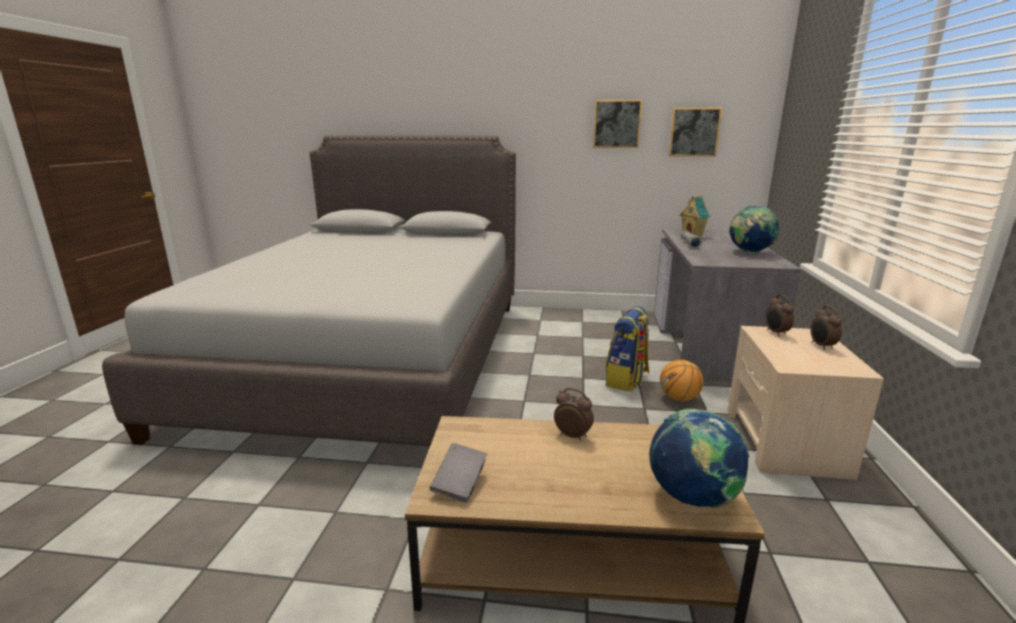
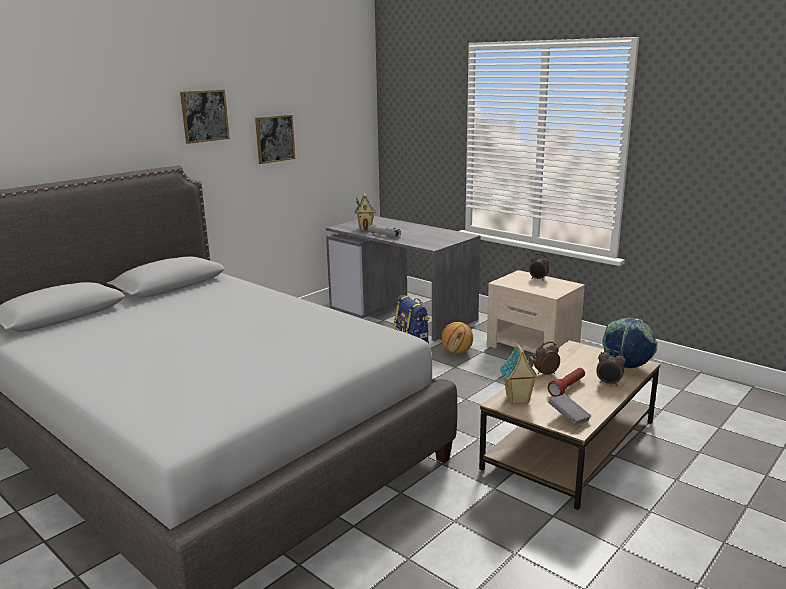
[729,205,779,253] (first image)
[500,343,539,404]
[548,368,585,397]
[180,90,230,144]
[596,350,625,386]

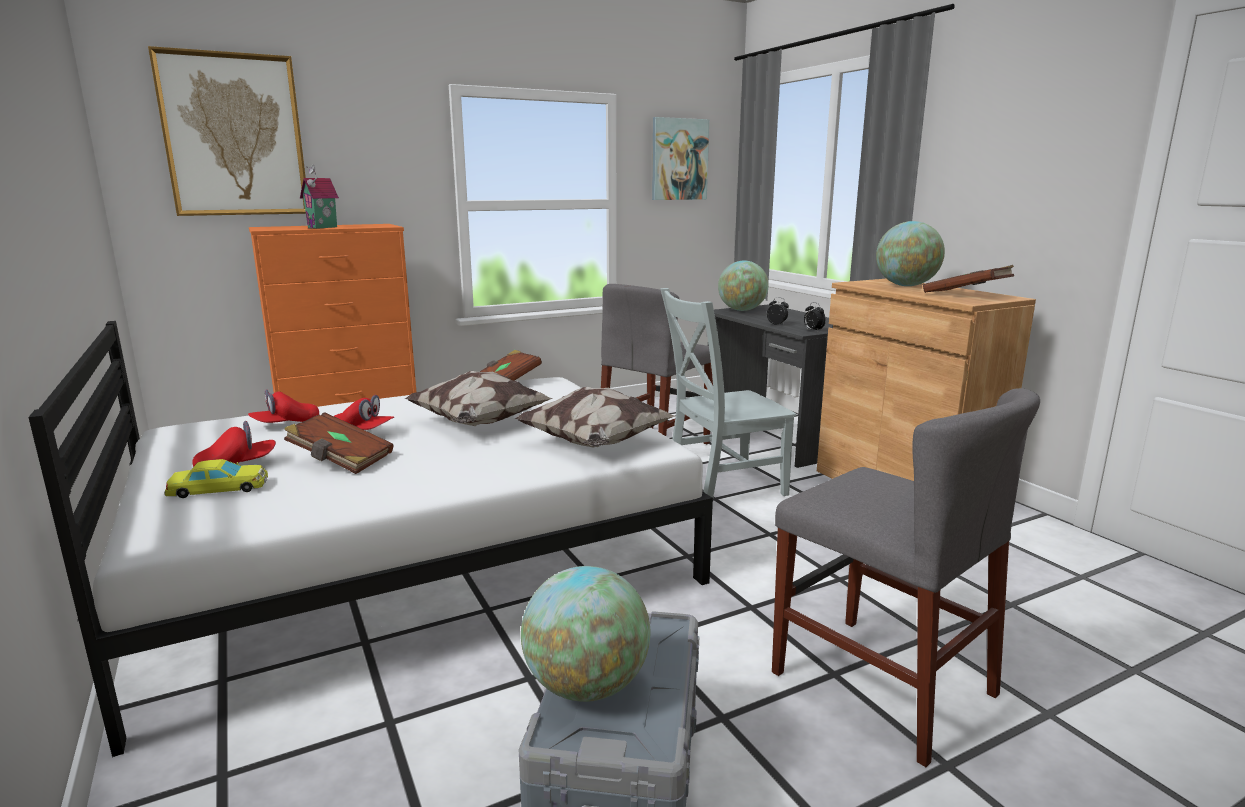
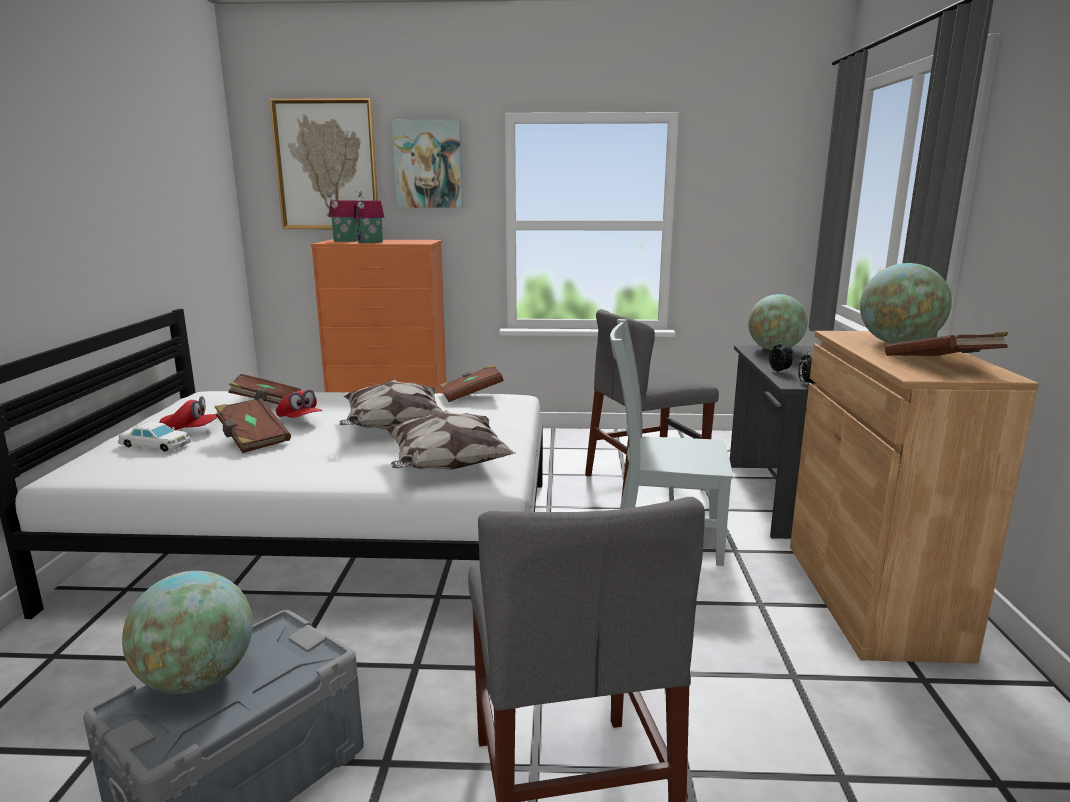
[327,190,358,242]
[392,120,463,208]
[228,374,301,405]
[118,422,191,452]

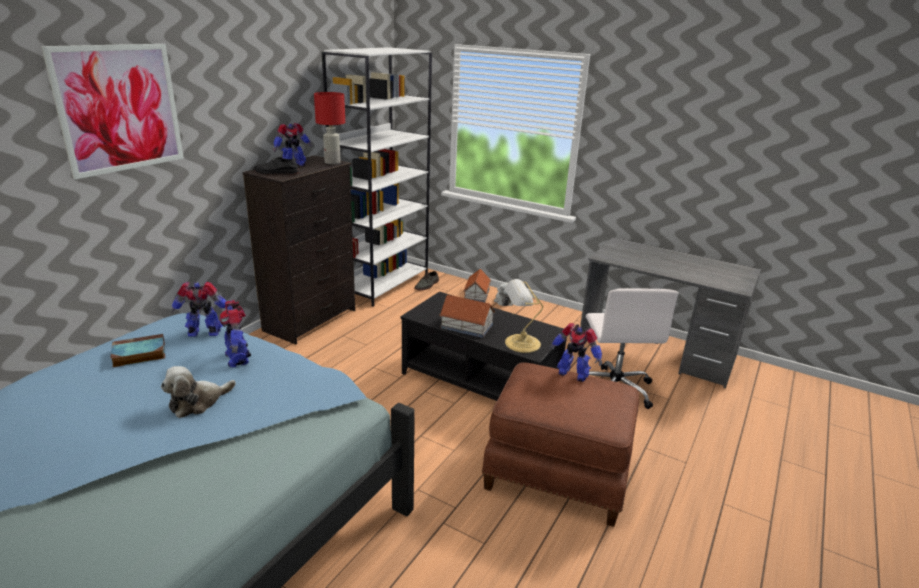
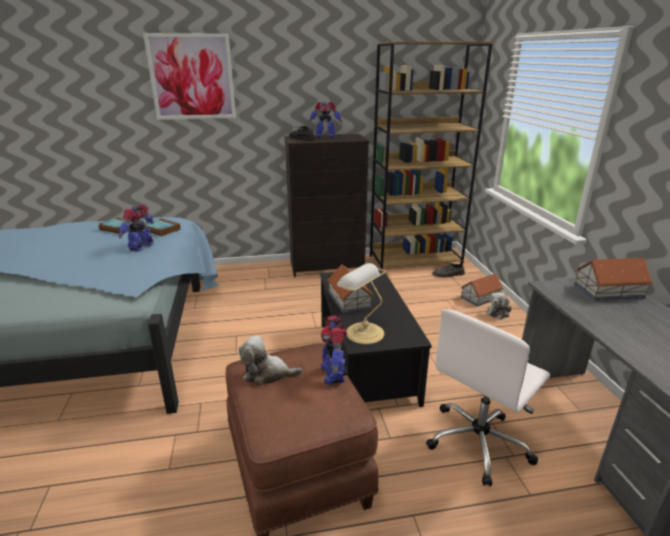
[314,92,345,164] (first image)
[574,258,653,301]
[239,336,303,386]
[144,218,180,236]
[370,41,492,269]

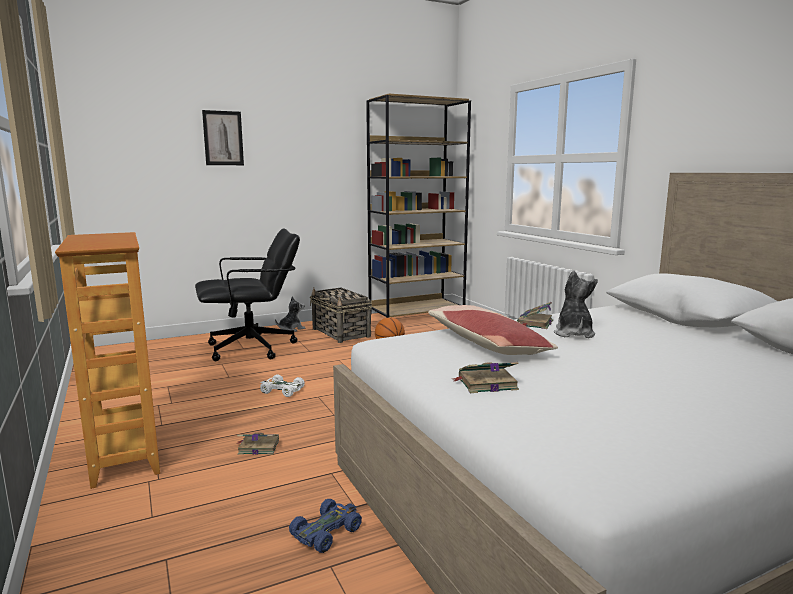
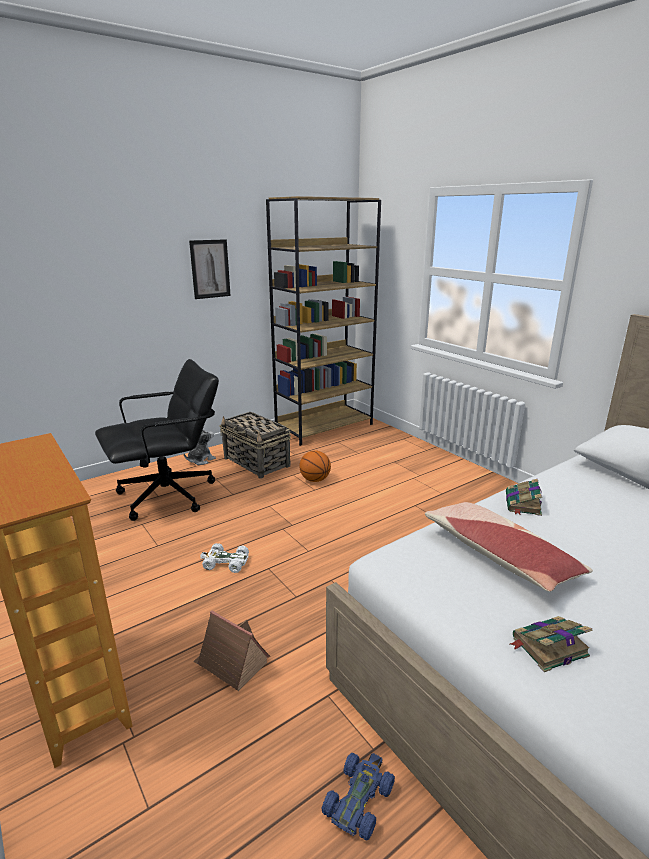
[554,270,598,338] (first image)
[189,239,231,299]
[193,610,270,691]

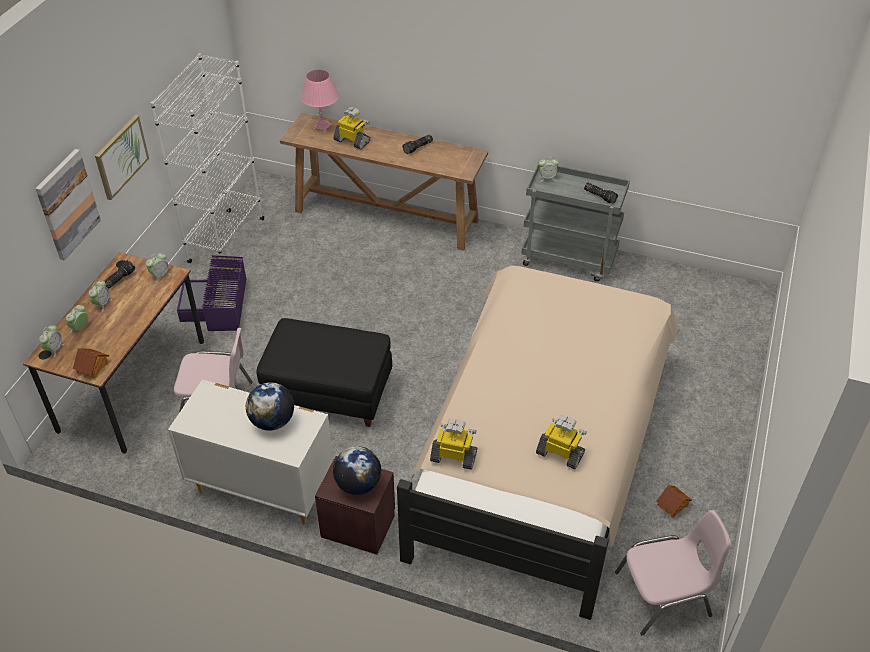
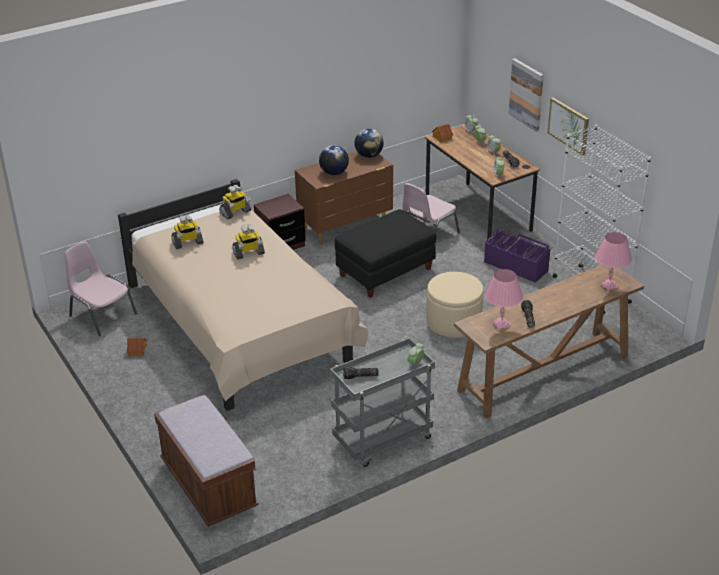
[154,395,259,526]
[426,272,484,338]
[484,269,523,331]
[232,224,265,260]
[354,128,384,158]
[295,151,393,245]
[64,242,137,336]

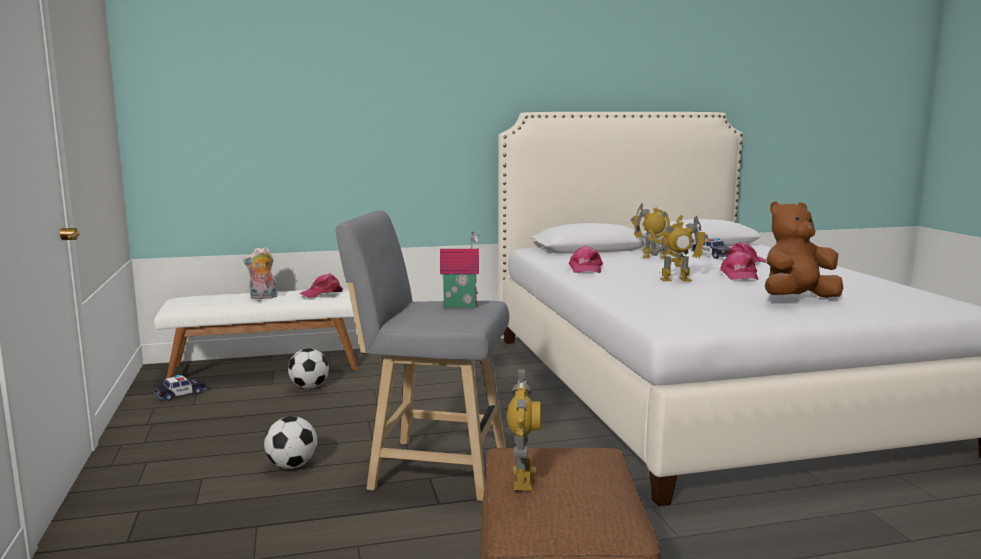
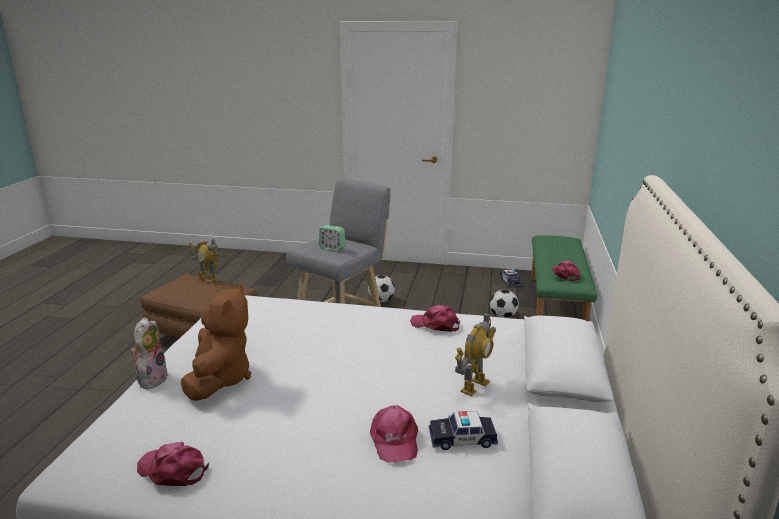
[648,216,708,281] (first image)
[131,317,169,390]
[137,442,209,486]
[319,225,345,251]
[531,235,597,321]

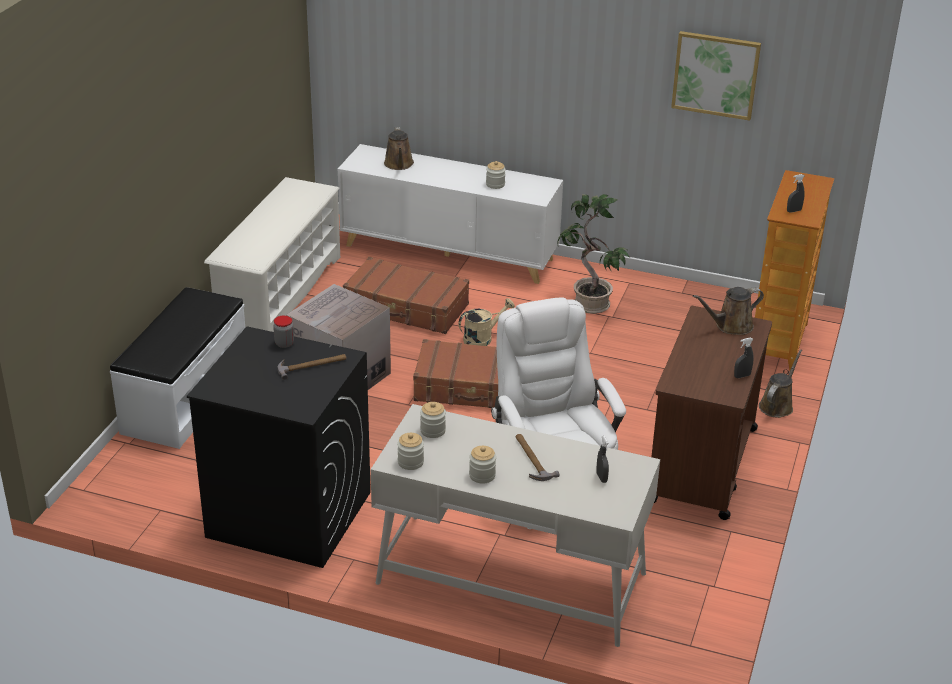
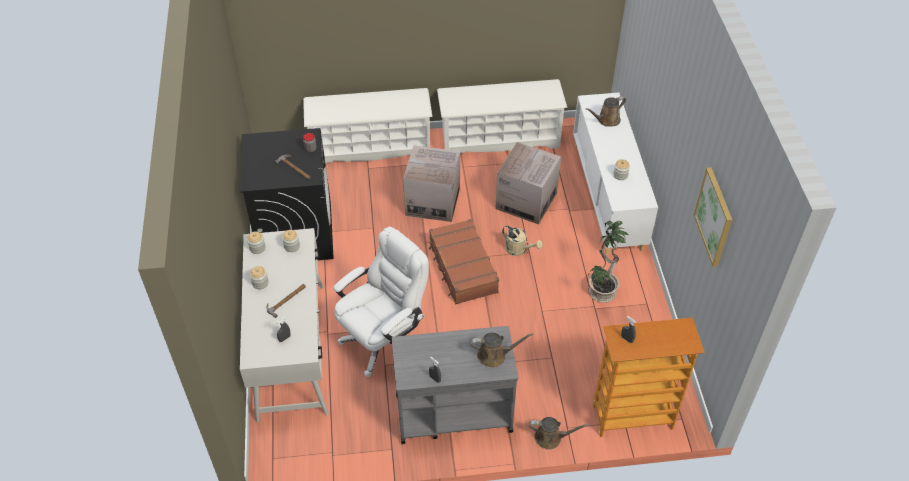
[303,88,432,164]
[495,142,561,224]
[391,326,518,444]
[471,333,534,368]

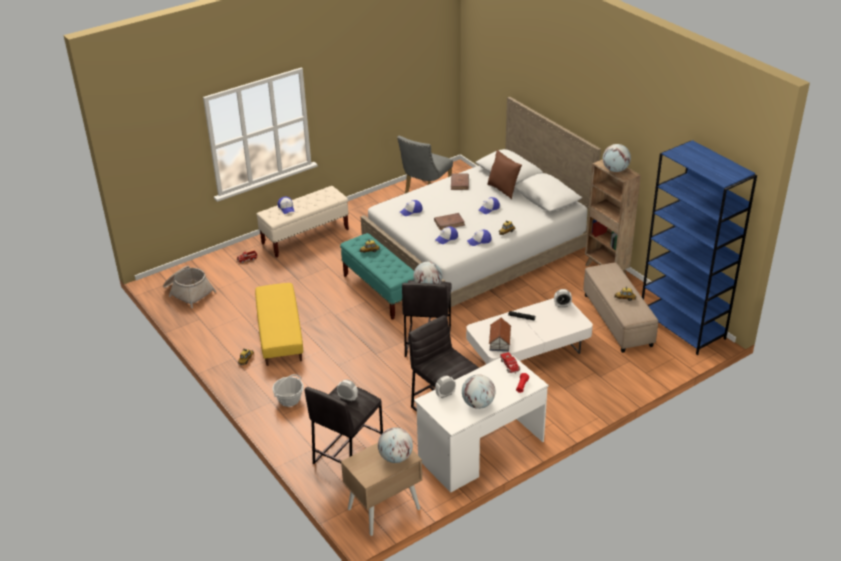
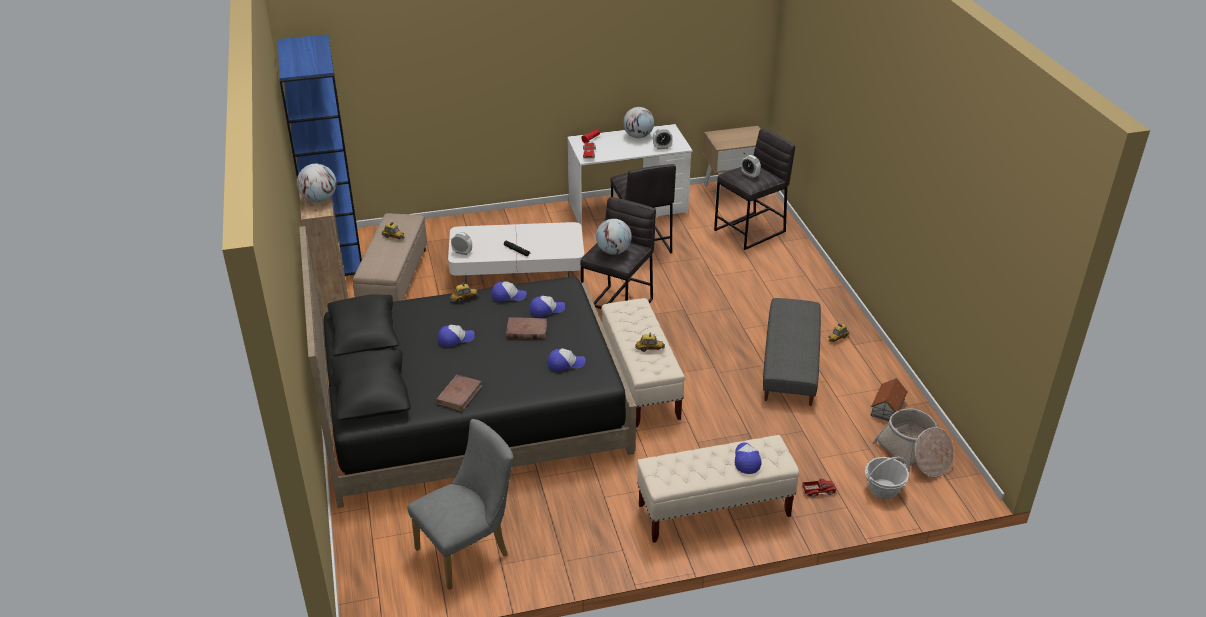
[378,427,413,463] (first image)
[487,150,522,199] (first image)
[865,457,909,499]
[871,378,908,421]
[763,298,821,406]
[601,298,685,427]
[299,226,636,508]

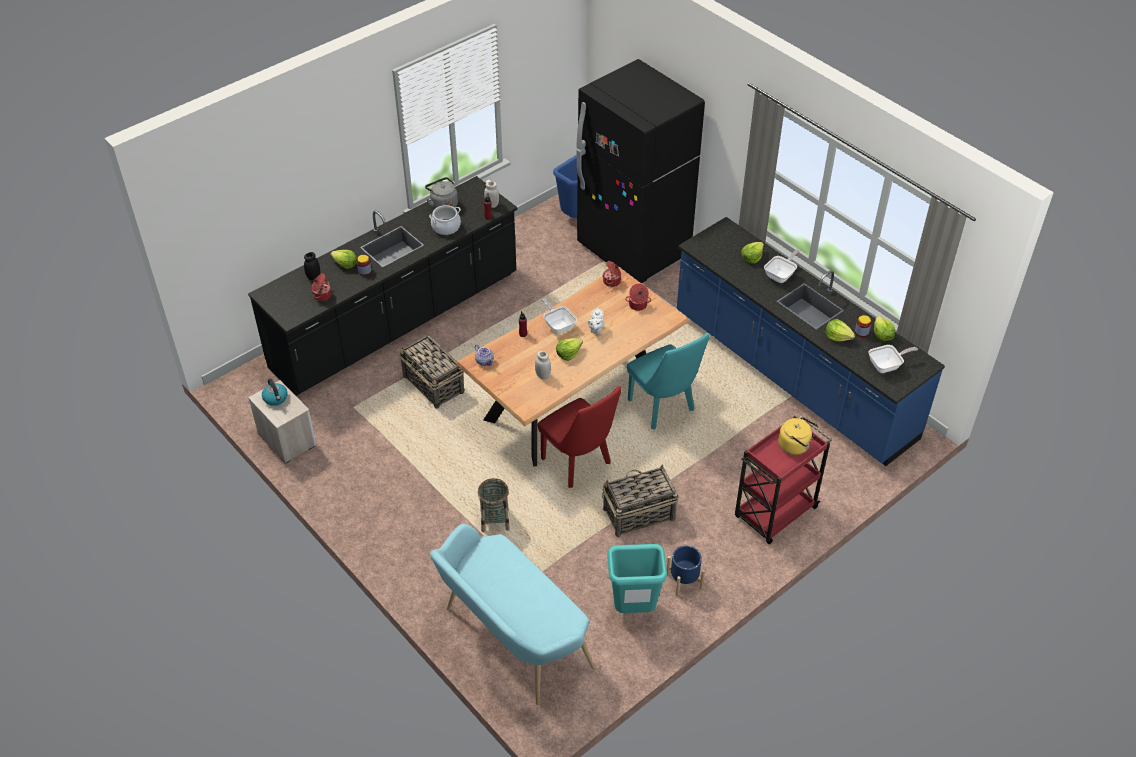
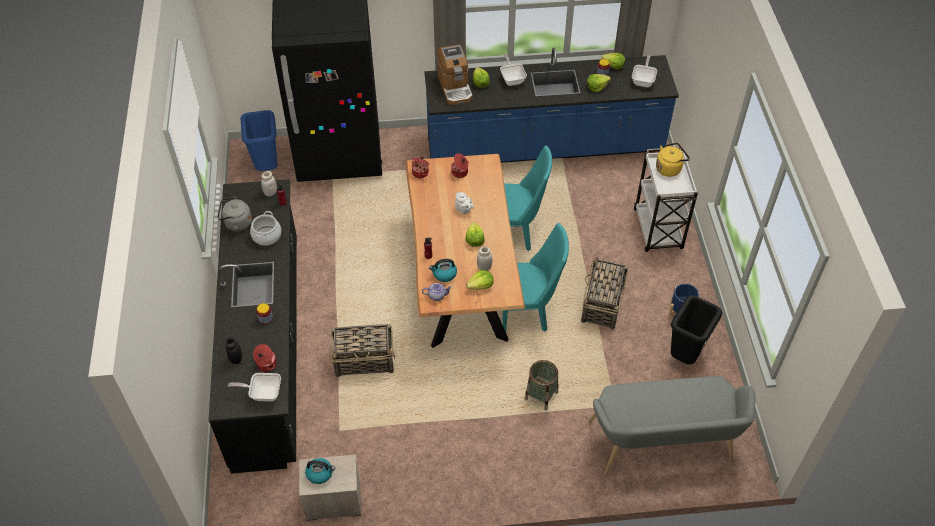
[429,259,457,282]
[437,44,473,105]
[466,270,494,290]
[228,373,281,401]
[588,376,755,475]
[502,223,569,332]
[671,295,722,365]
[634,147,698,252]

